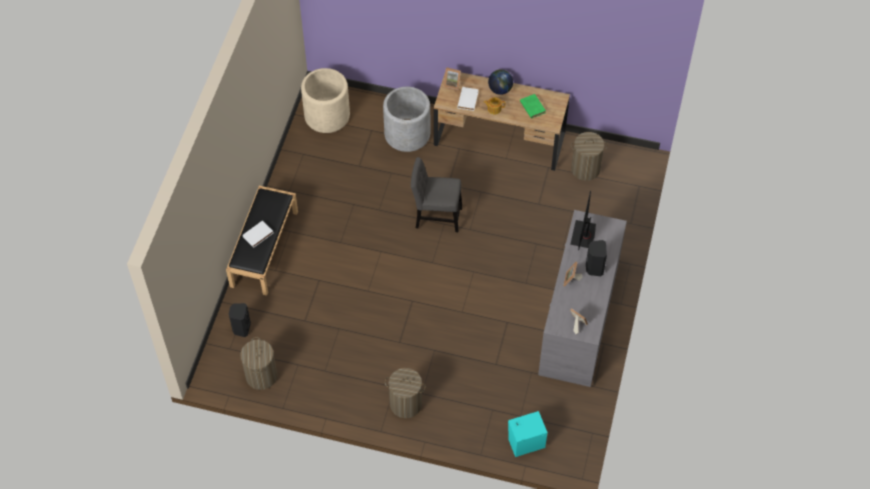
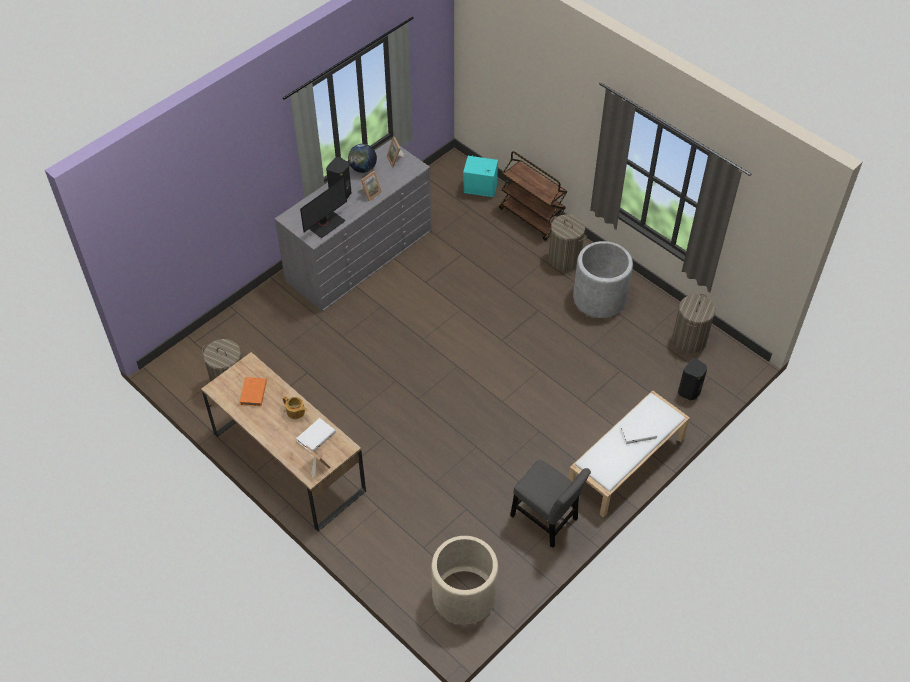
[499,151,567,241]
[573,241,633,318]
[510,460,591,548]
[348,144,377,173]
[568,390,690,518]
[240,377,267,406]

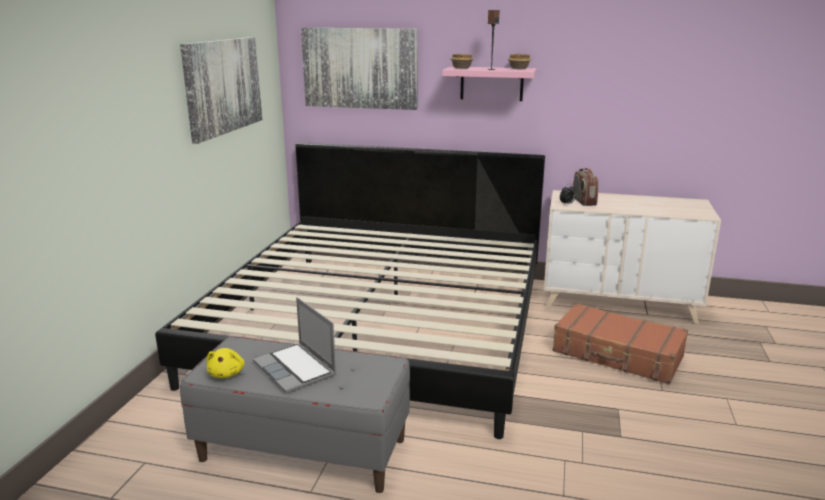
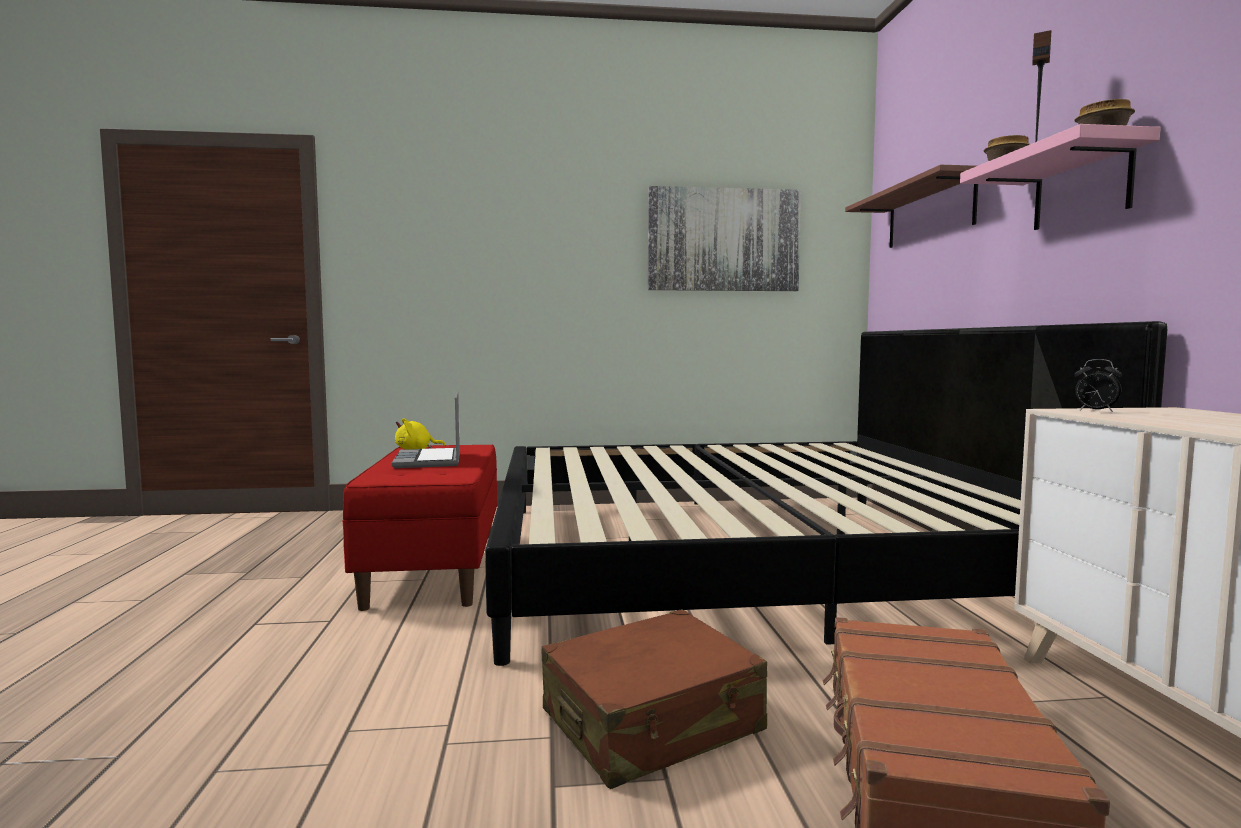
[573,168,599,206] (first image)
[542,610,767,789]
[845,165,978,248]
[342,444,497,611]
[392,392,460,468]

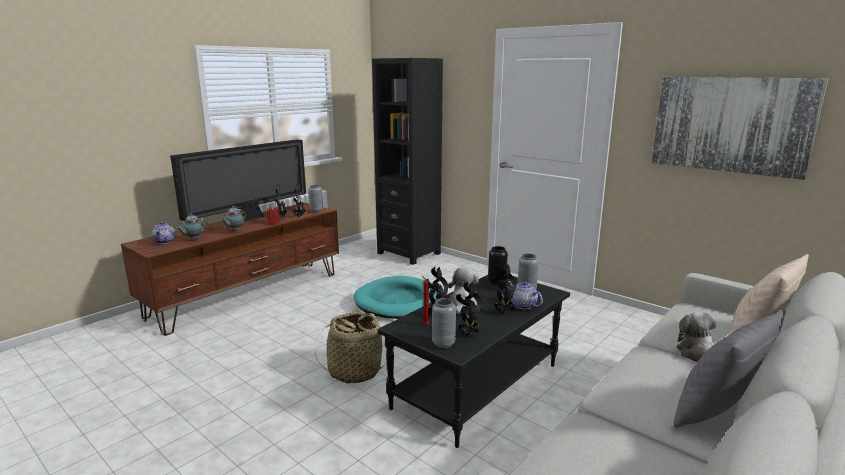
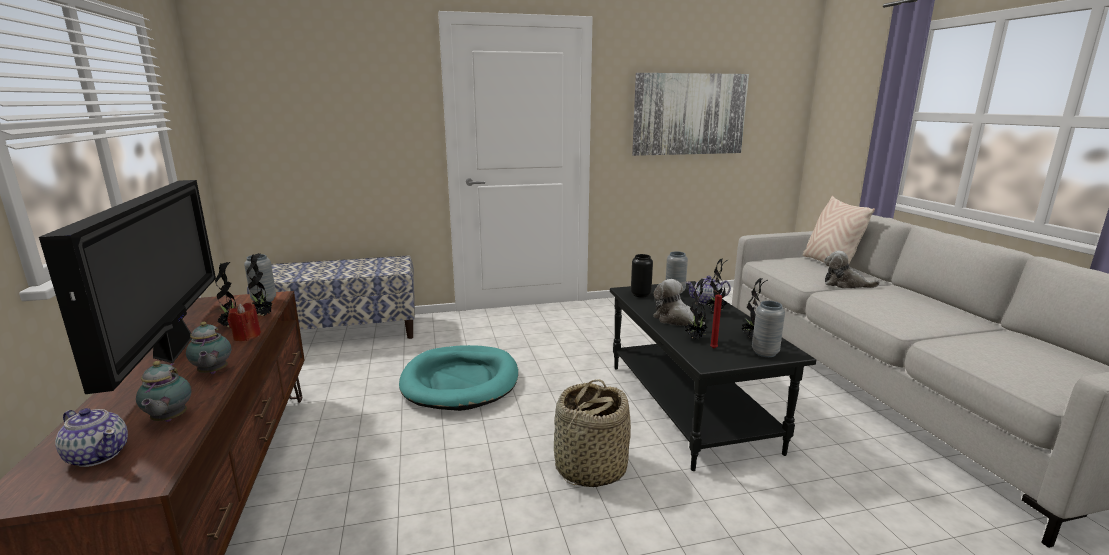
[673,310,786,428] (first image)
[247,256,415,339]

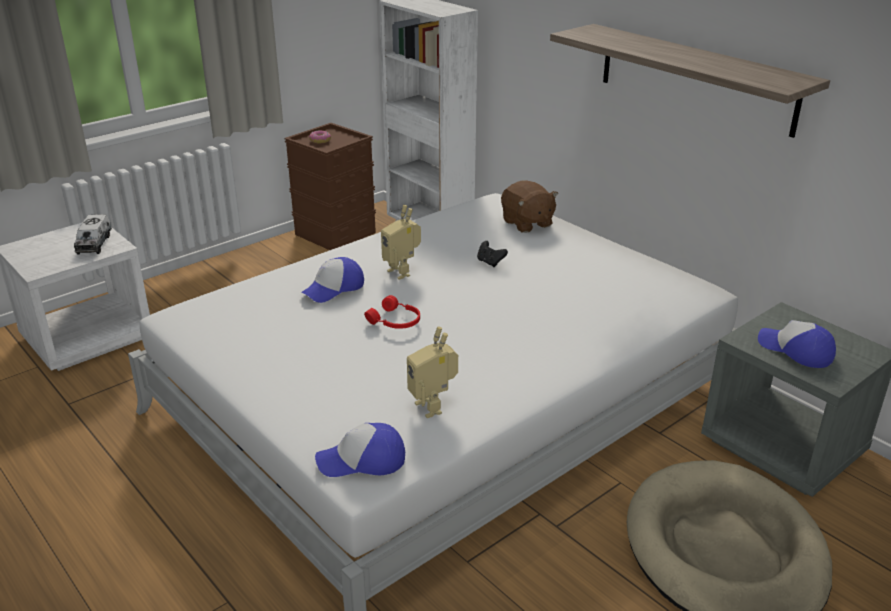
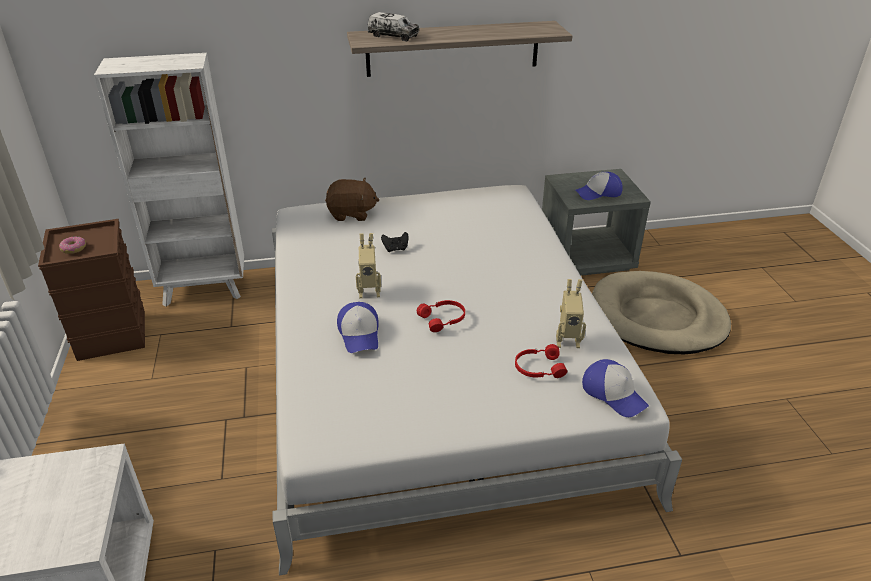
[515,344,567,378]
[368,12,419,41]
[582,359,649,417]

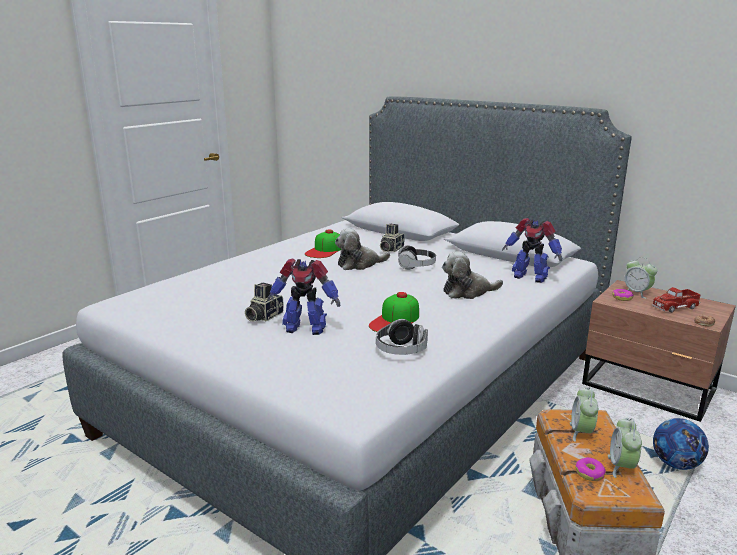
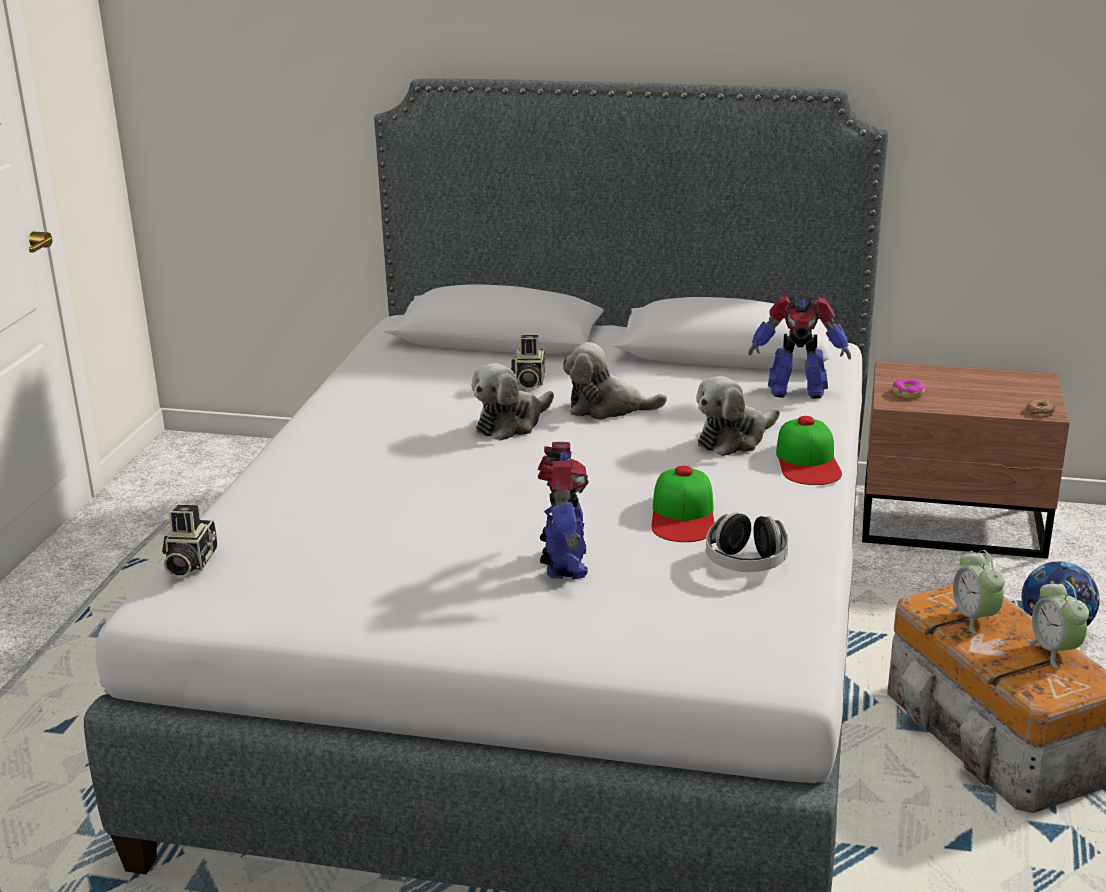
[576,457,606,481] (first image)
[625,257,658,299] (first image)
[652,287,701,313] (first image)
[162,505,218,578]
[776,416,842,485]
[563,342,667,420]
[538,442,589,580]

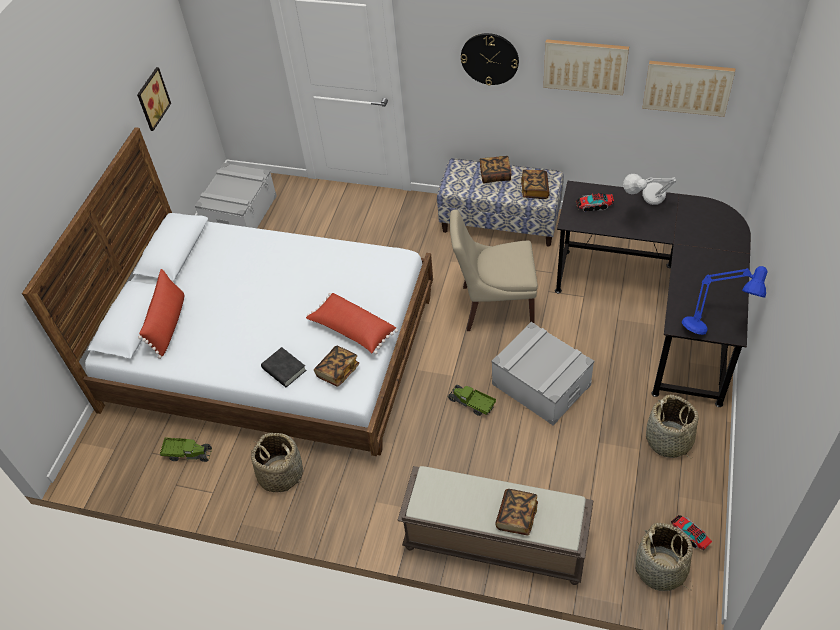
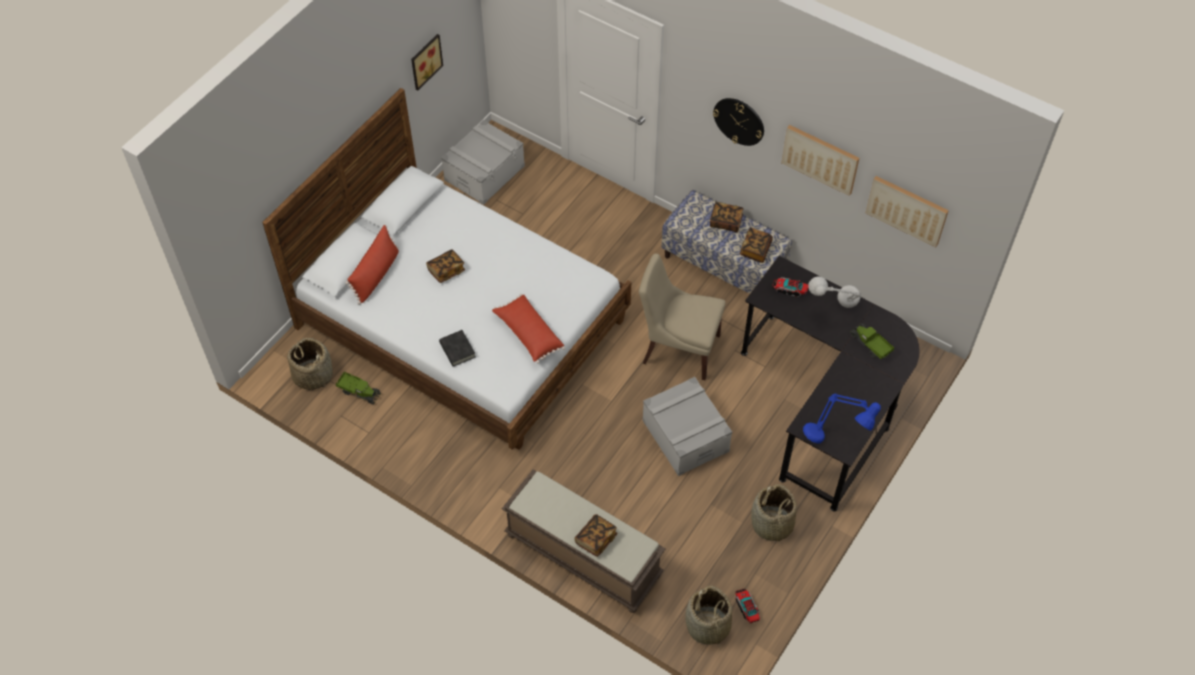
[287,338,333,390]
[426,249,465,283]
[850,323,894,359]

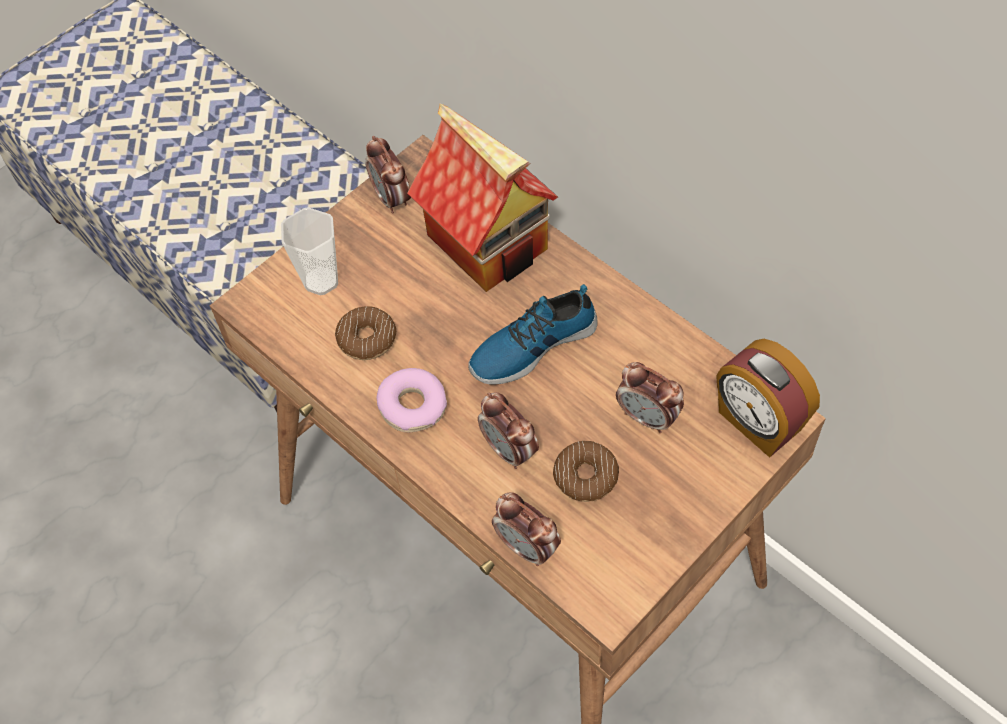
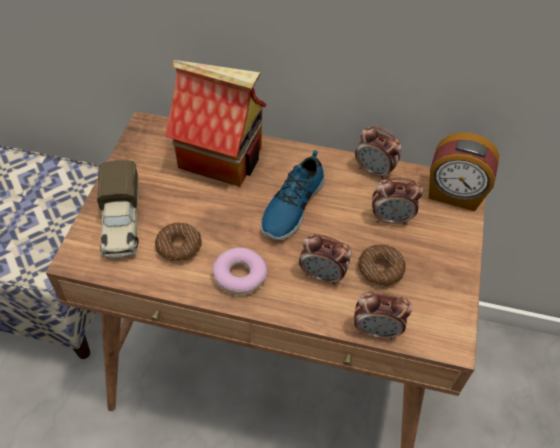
[355,126,402,180]
[97,160,139,259]

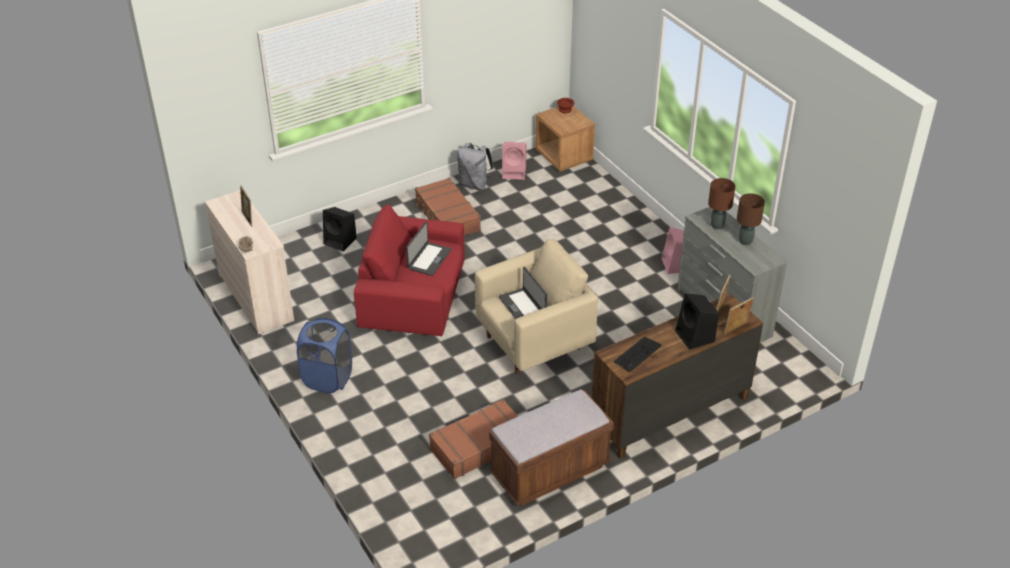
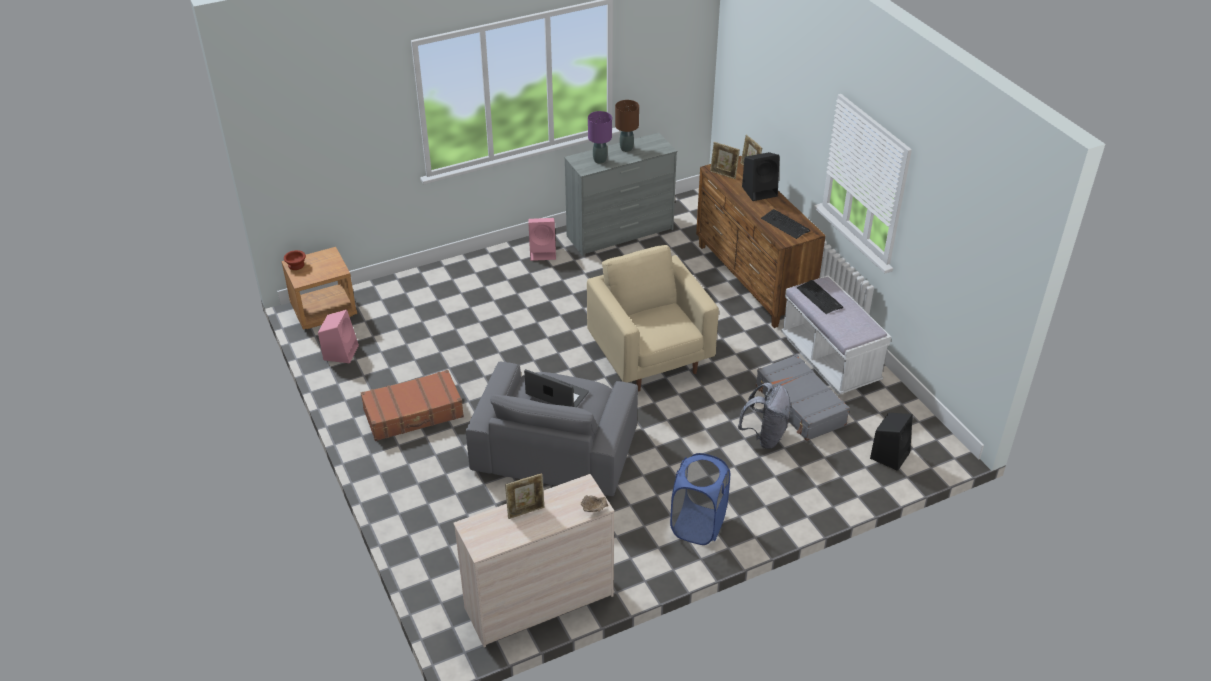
[499,267,547,319] (first image)
[797,280,843,314]
[870,413,913,471]
[738,382,791,449]
[466,362,638,496]
[756,354,850,441]
[781,275,891,395]
[588,111,612,164]

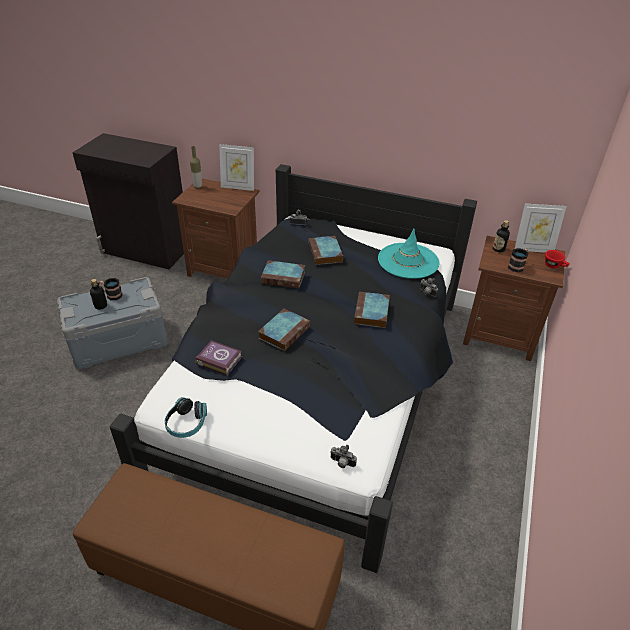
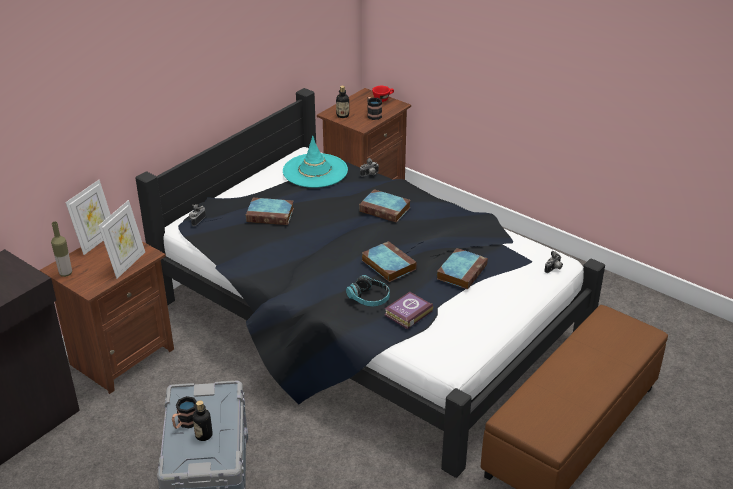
[346,275,390,307]
[437,248,488,289]
[98,200,145,279]

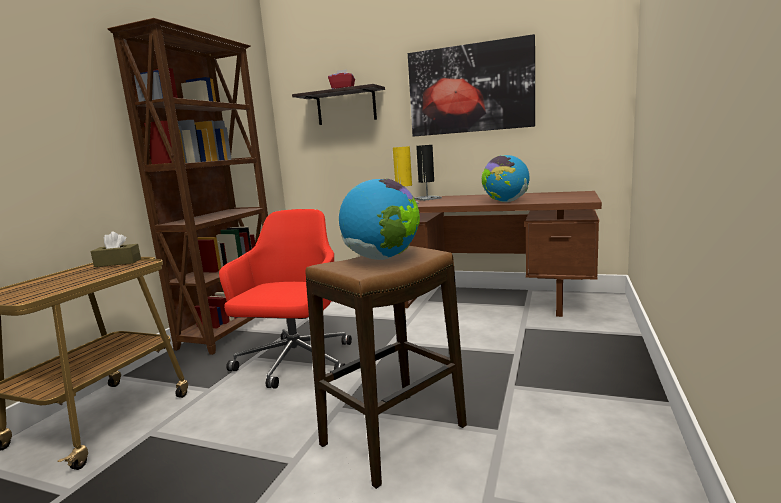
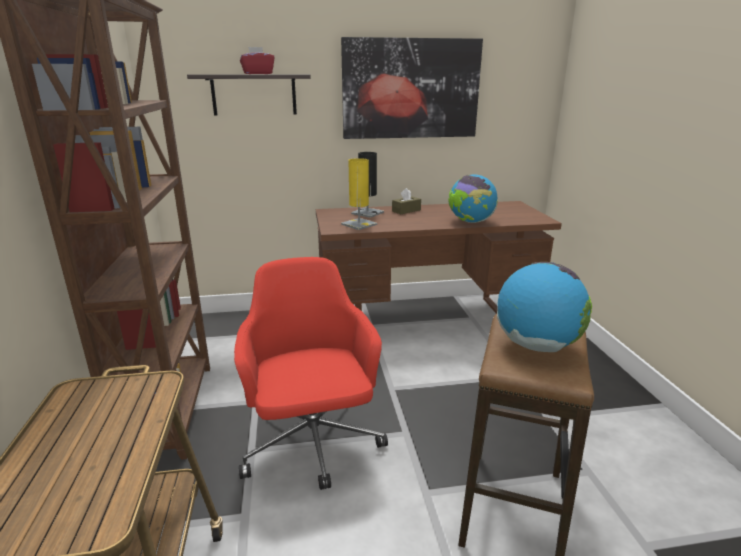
[392,188,421,214]

